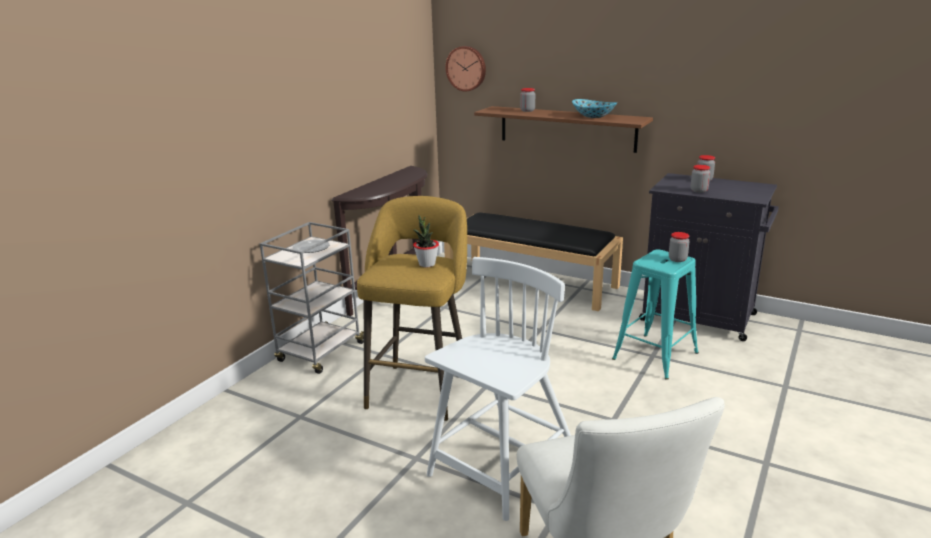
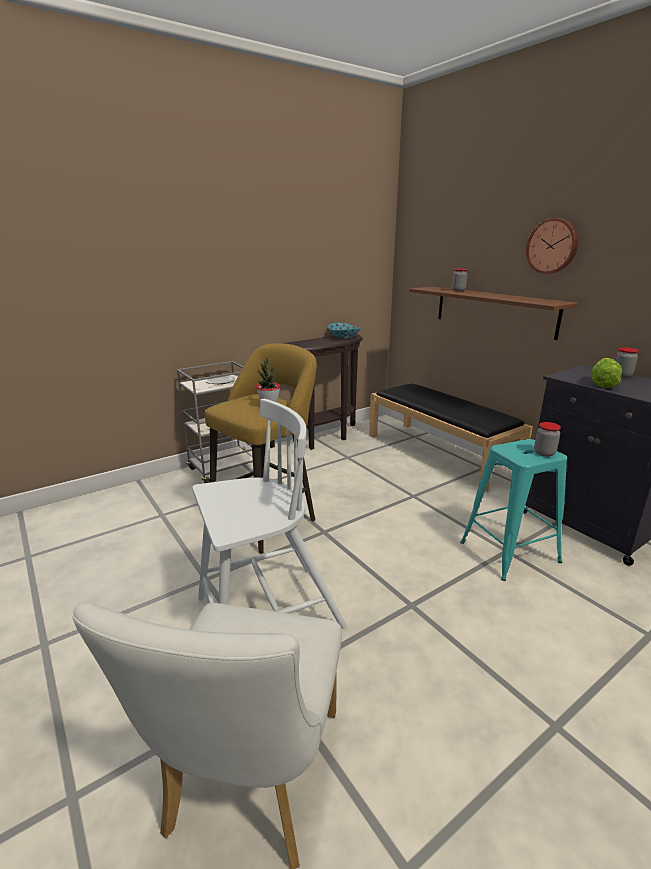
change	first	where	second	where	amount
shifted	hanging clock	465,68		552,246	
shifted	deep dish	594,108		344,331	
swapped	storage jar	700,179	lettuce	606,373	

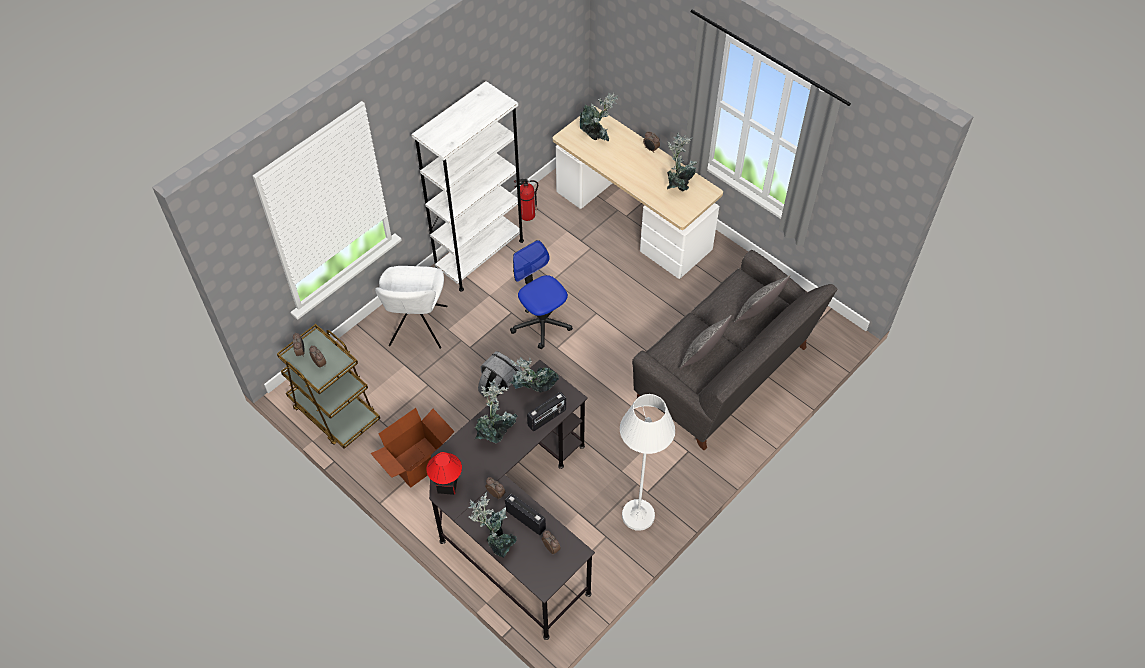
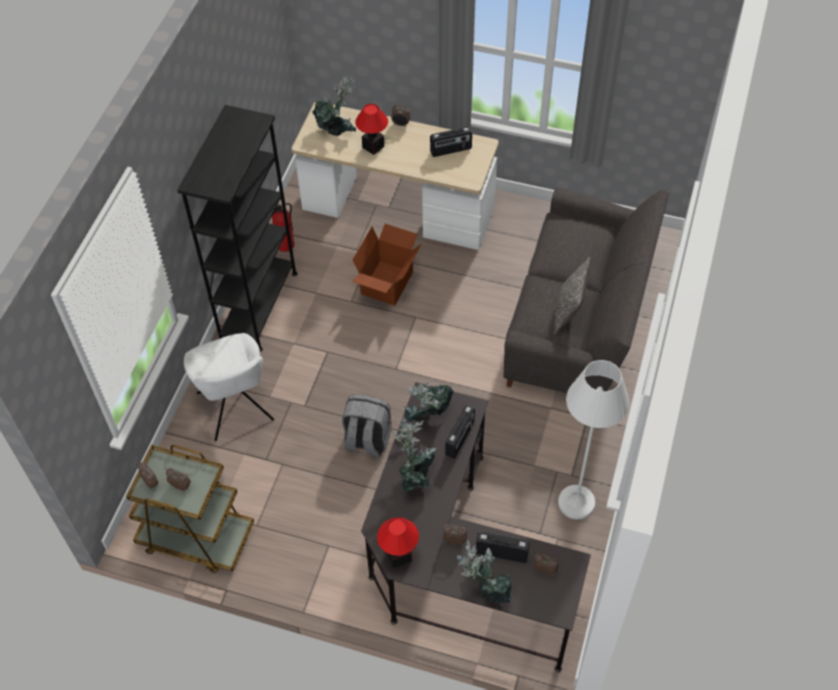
change	first	where	second	where	amount
repainted	white bookshelf	467,186	black bookshelf	237,228	
swapped	plant in a pot	682,161	radio set	451,142	
gone	desk chair	541,294			
gone	cushion	762,299			
shifted	carton	413,447		387,265	
new			lamp for a table	371,129	

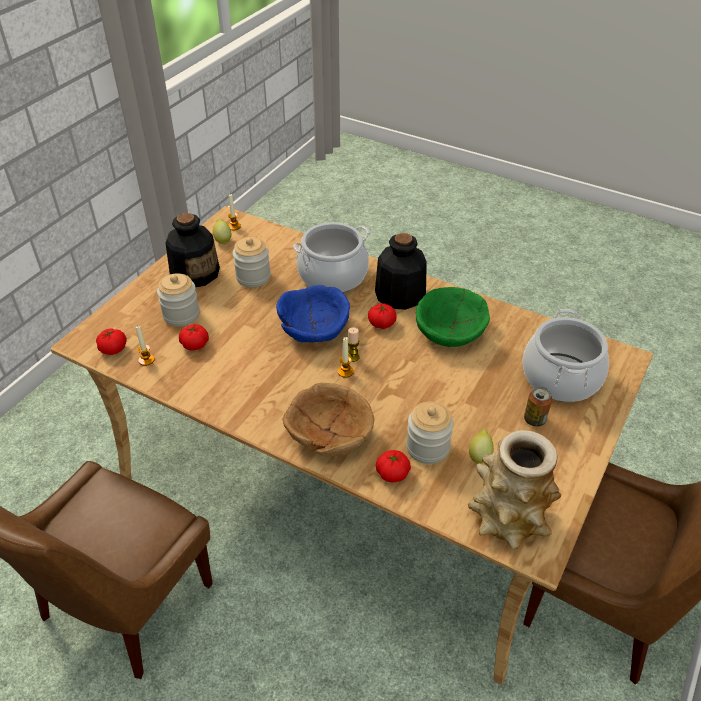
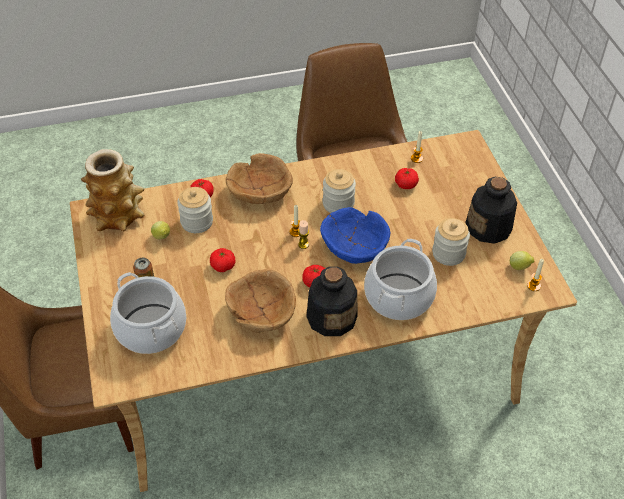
change	first	where	second	where	amount
shifted	storage jar	178,300		339,191	
repainted	greenish deep dish	453,317	brown-coloured deep dish	260,301	
shifted	tomato	111,341		222,260	

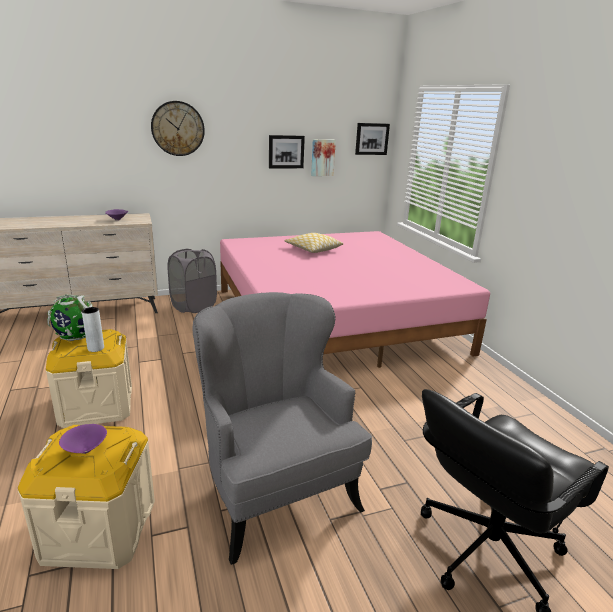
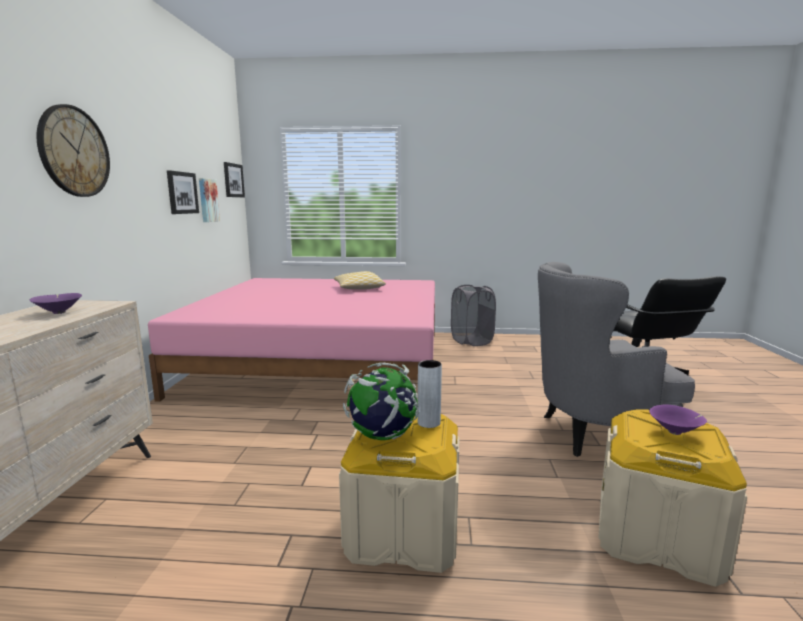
change	first	where	second	where	amount
shifted	cushion	314,243		360,280	
shifted	gray laundry basket	192,281		473,315	

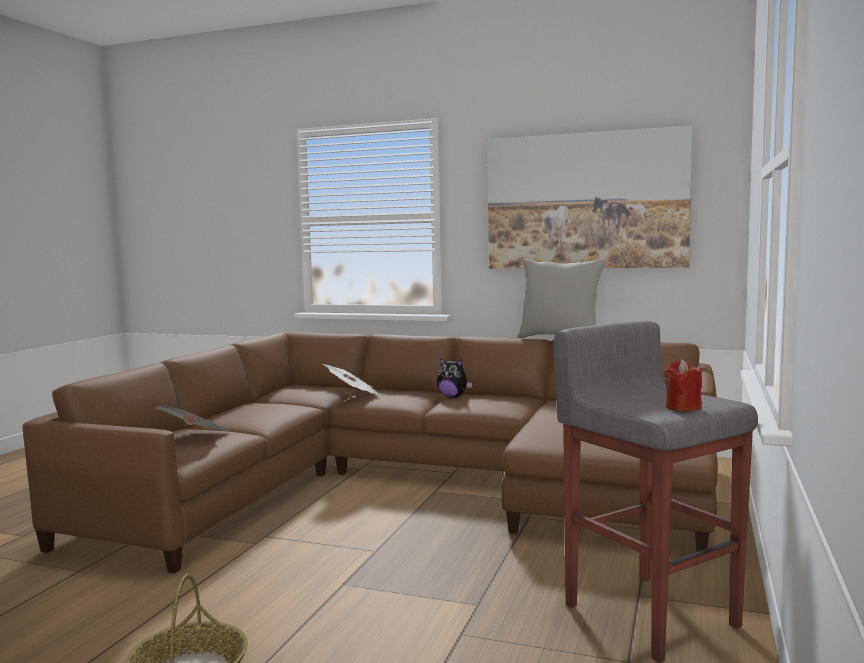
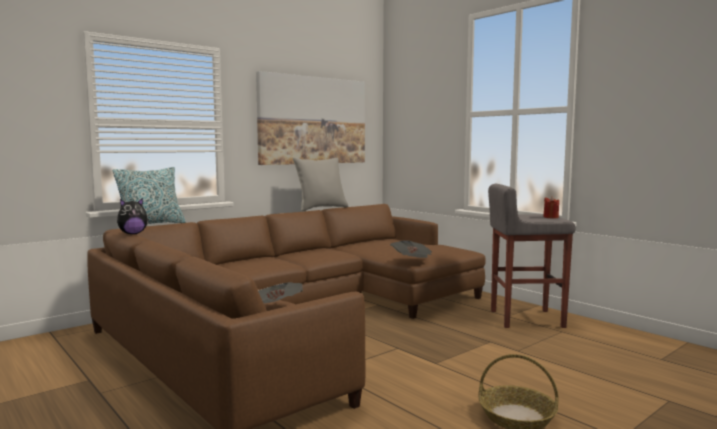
change	first	where	second	where	amount
shifted	plush toy	454,377		132,216	
shifted	daily paper	352,380		411,249	
new			cushion	149,195	

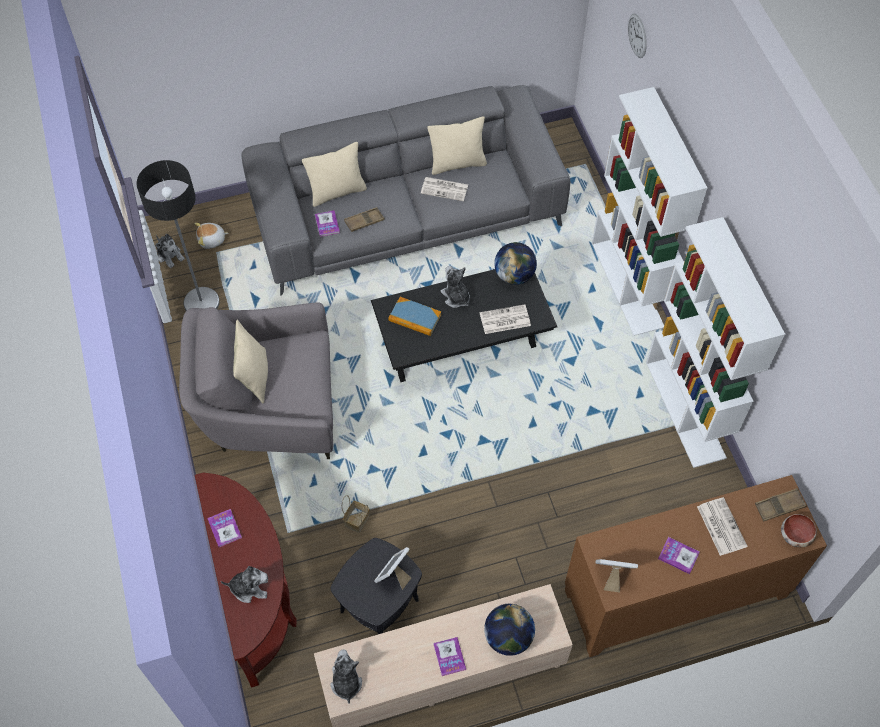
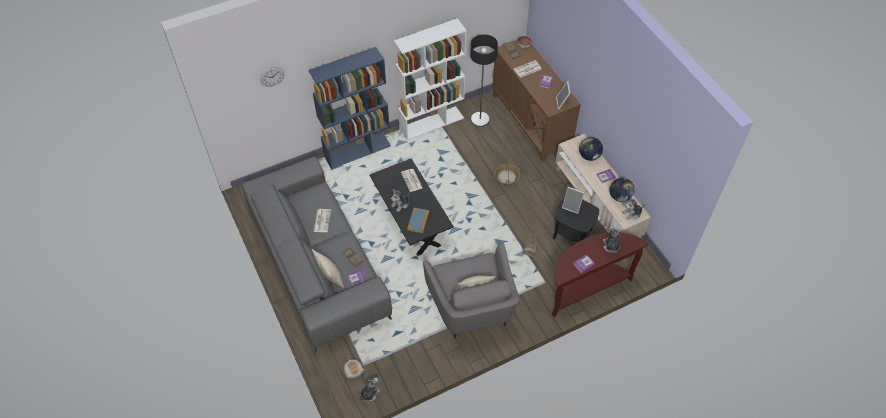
change	first	where	second	where	amount
repainted	white bookshelf	649,211	blue-coloured bookshelf	349,108	
gone	sand-coloured cushion	457,146			
shifted	standing lamp	178,235		484,80	
shifted	globe	515,263		622,190	
new			household basket	507,172	

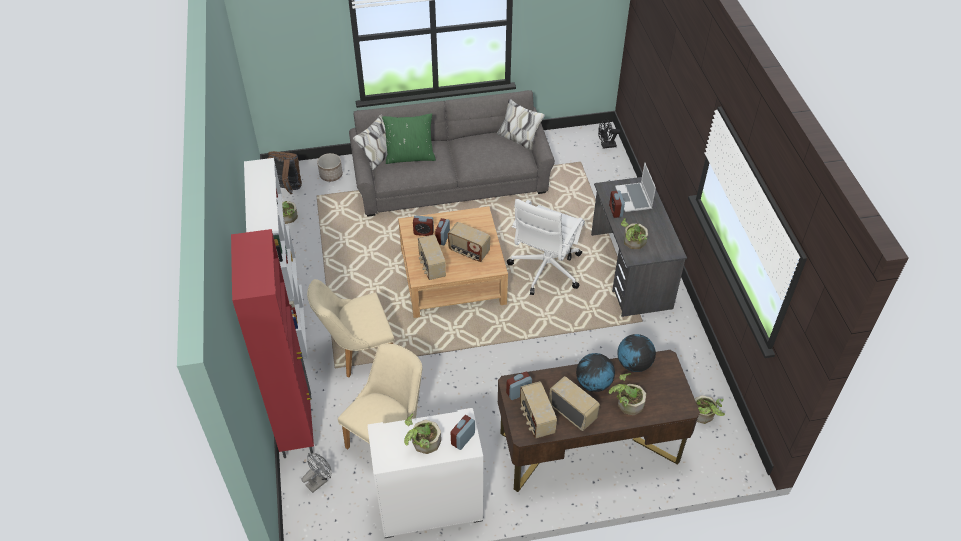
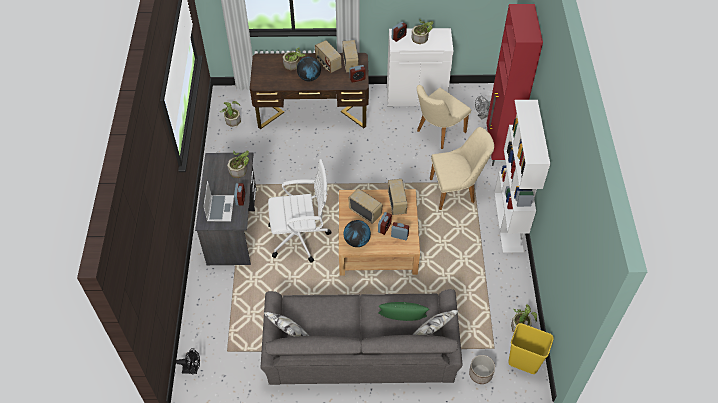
change	first	where	second	where	amount
swapped	brown-coloured backpack	284,172	yellow-coloured waste bin	531,348	
rotated	white desk chair	546,247		300,210	45 degrees clockwise
shifted	globe	636,353		357,233	

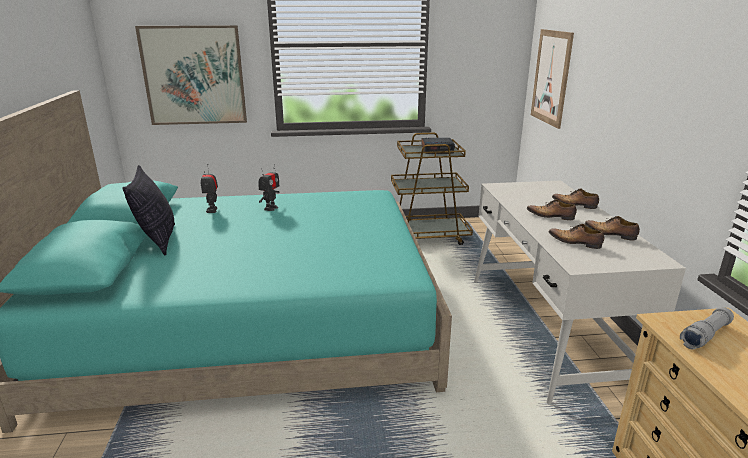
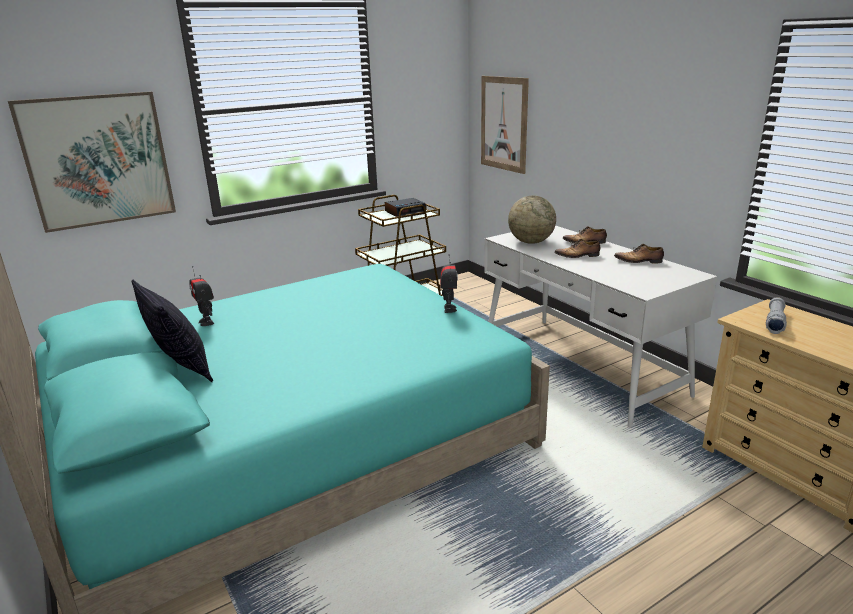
change	first	where	second	where	amount
shifted	toy robot	269,187		449,283	
gone	low shoe	576,236			
new			globe	532,220	

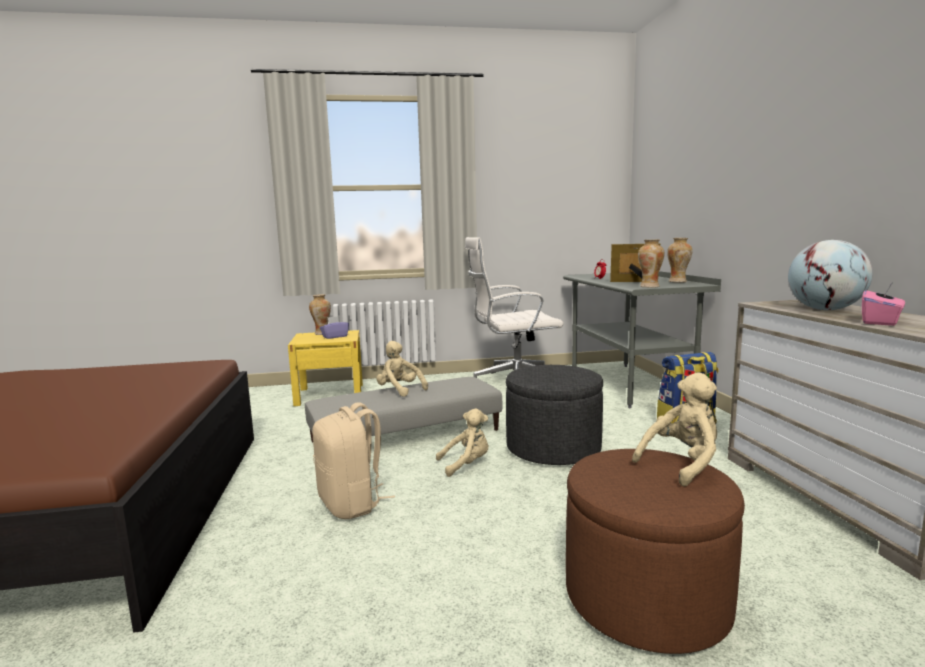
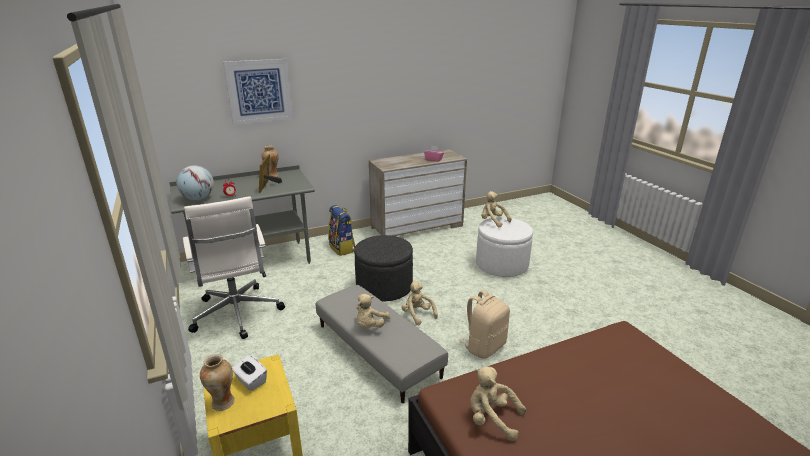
change	first	where	second	where	amount
gone	vase	651,264			
shifted	globe	830,275		195,183	
repainted	purple box of tissues	334,327	white box of tissues	249,373	
repainted	brown-coloured pouffe	655,551	white pouffe	504,247	
new			wall picture	258,92	
new			sand-coloured plush toy	498,403	

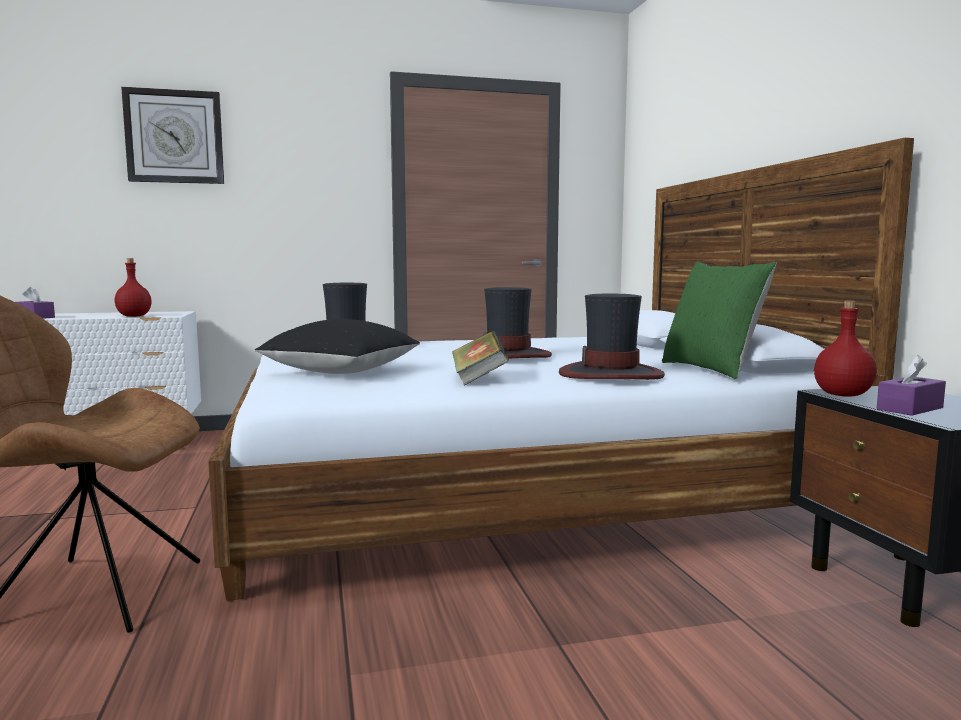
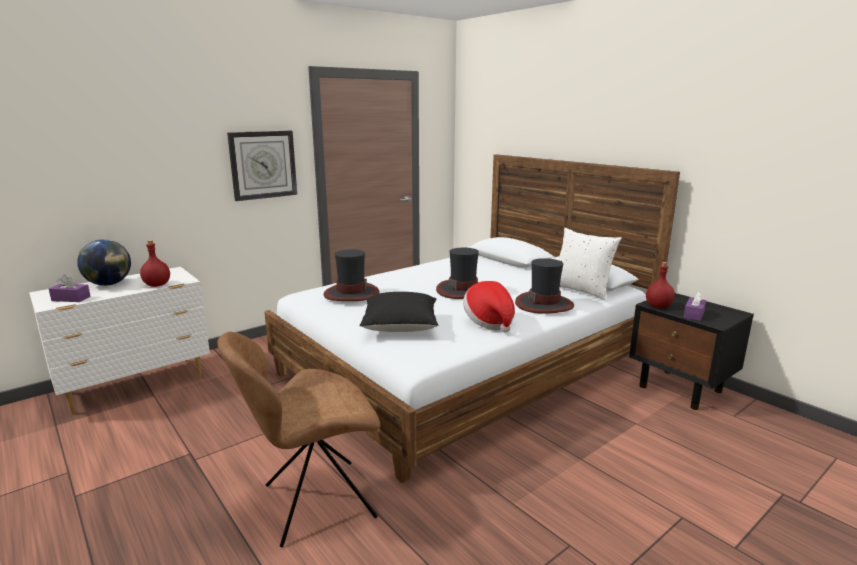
change	first	where	second	where	amount
shifted	hanging clock	172,135		262,166	
repainted	greenish cushion	719,321	white cushion	590,264	
swapped	volume	480,358	hat	489,307	
new			globe	104,262	

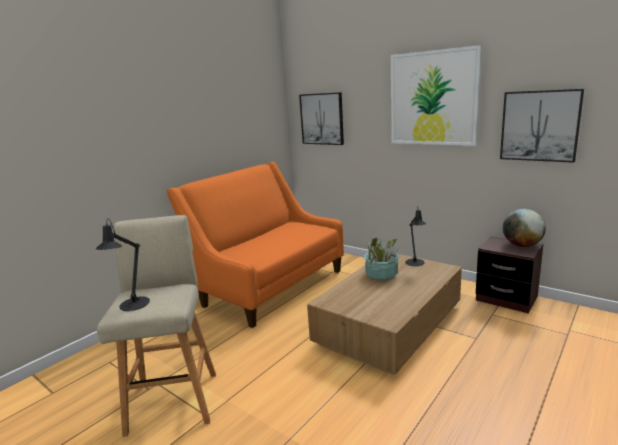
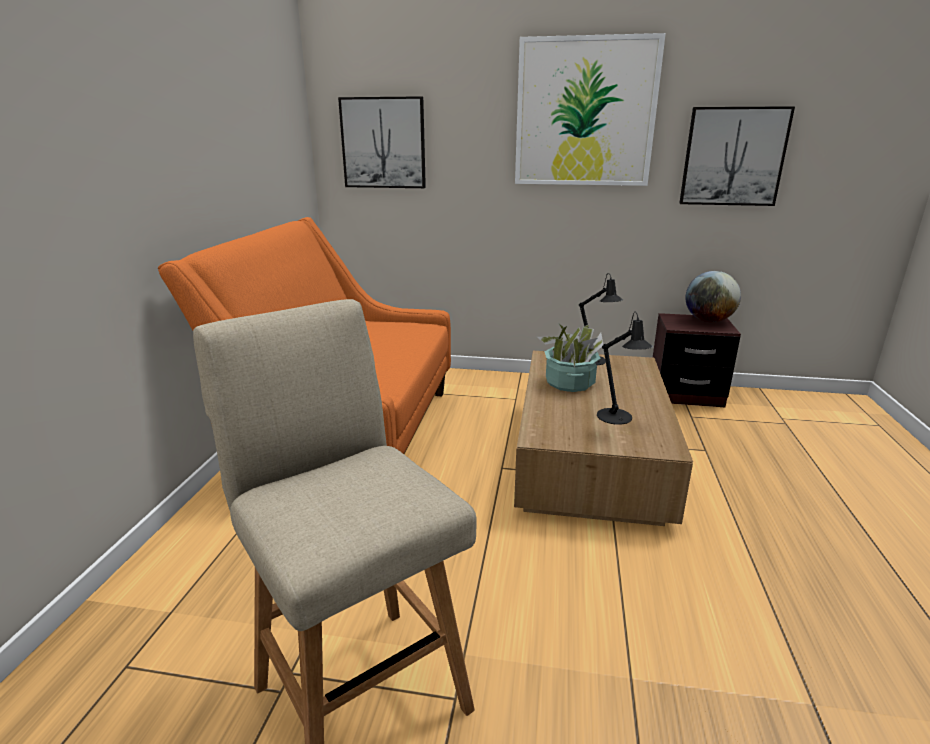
change	first	where	second	where	amount
shifted	black lamp for a table	123,264		625,368	

